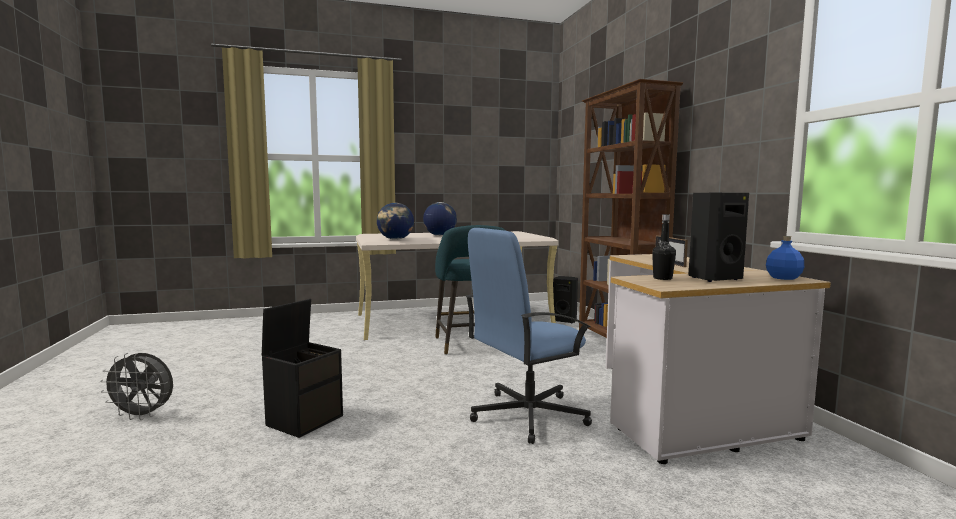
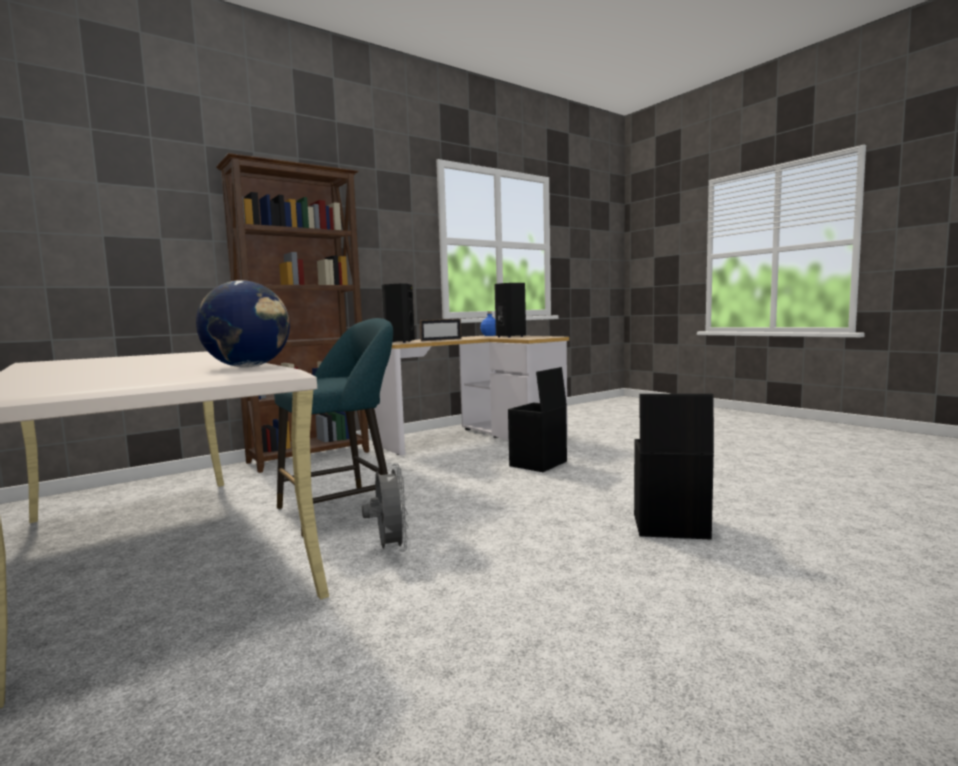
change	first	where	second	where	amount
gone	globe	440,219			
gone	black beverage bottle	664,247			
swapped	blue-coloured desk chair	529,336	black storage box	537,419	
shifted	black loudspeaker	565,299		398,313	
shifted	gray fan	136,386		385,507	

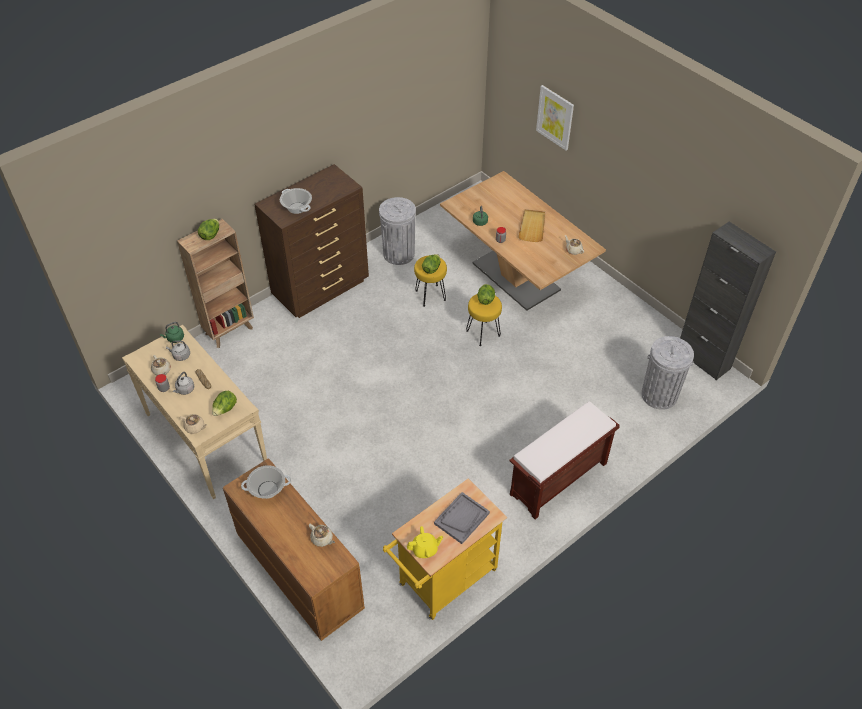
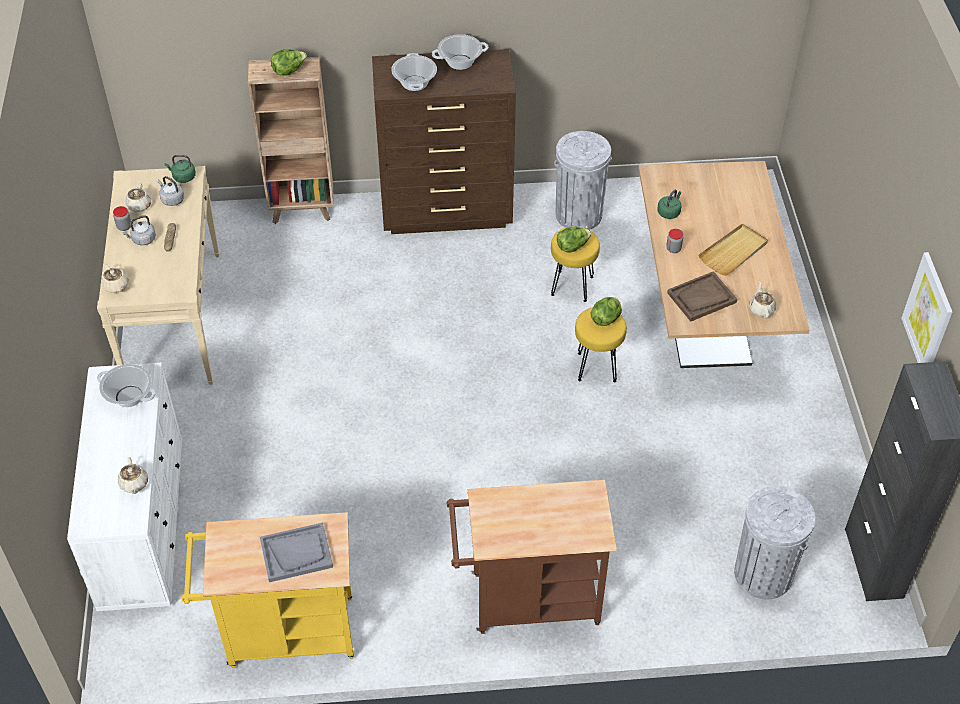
change	first	where	second	where	amount
shifted	wall picture	555,117		926,307	
gone	lettuce	224,403			
swapped	brown-coloured indoor bench	564,460	brown-coloured wheeled cart	532,557	
repainted	brown-coloured drawer chest	294,549	white drawer chest	124,487	
gone	yellow-coloured tea pot	425,542			
new			stockpot	460,52	
new			brown-coloured serving tray	702,296	

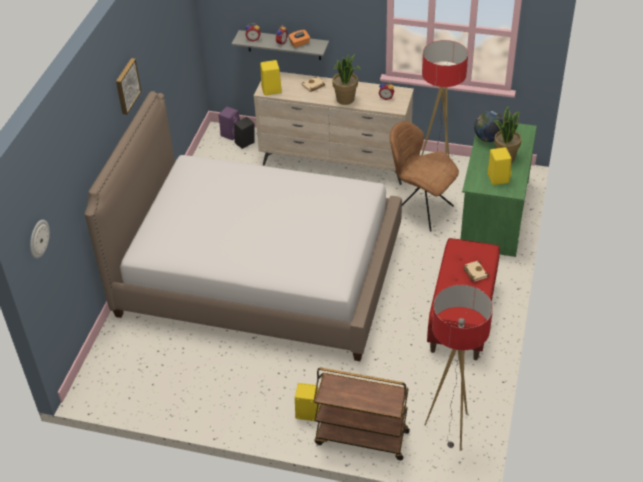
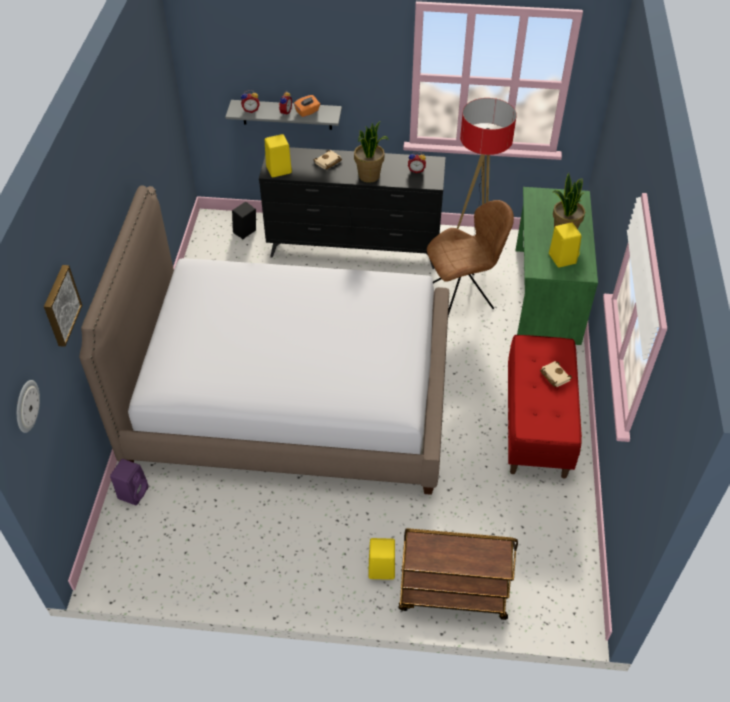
change	first	where	second	where	amount
shifted	wall picture	129,86		63,306	
repainted	sand-coloured drawer chest	334,128	black drawer chest	352,208	
shifted	purple loudspeaker	229,123		129,482	
gone	globe	488,126			
rotated	brown-coloured upright chair	424,176		470,258	135 degrees clockwise
gone	standing lamp	458,368			

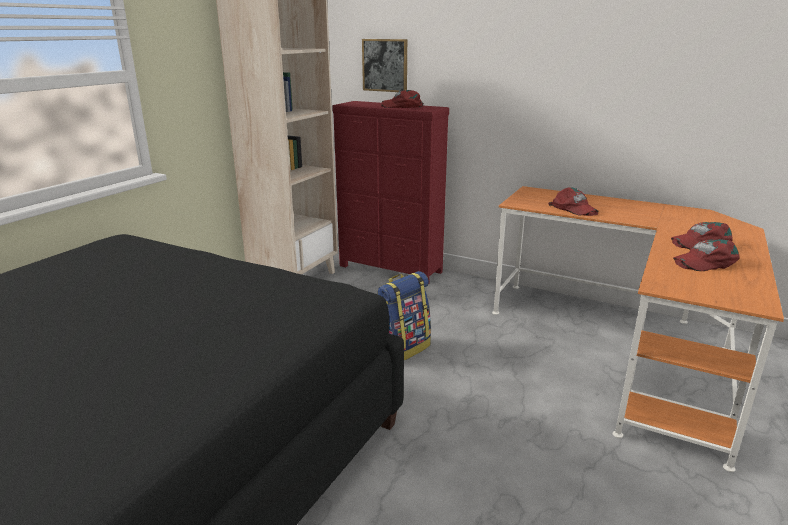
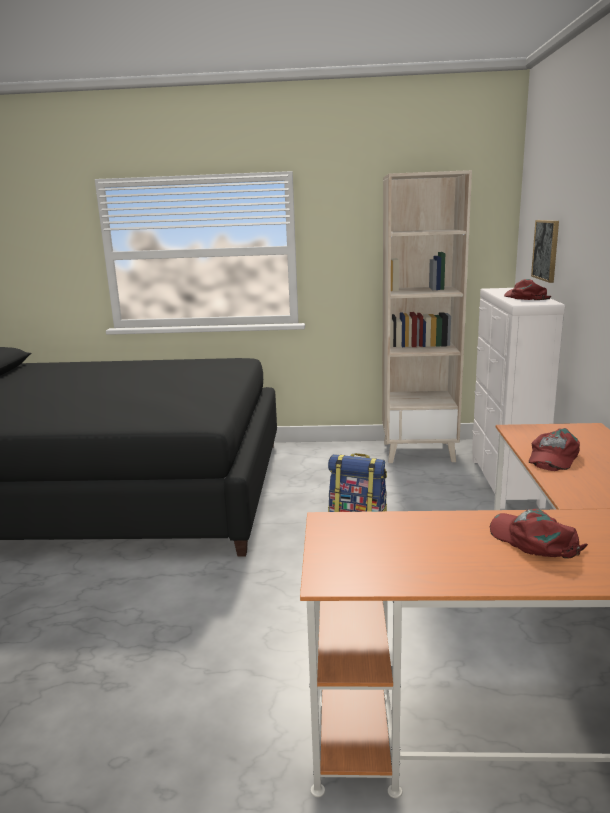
change	first	where	second	where	amount
repainted	reddish drawer chest	390,193	white drawer chest	518,398	
gone	reddish baseball cap	706,255			

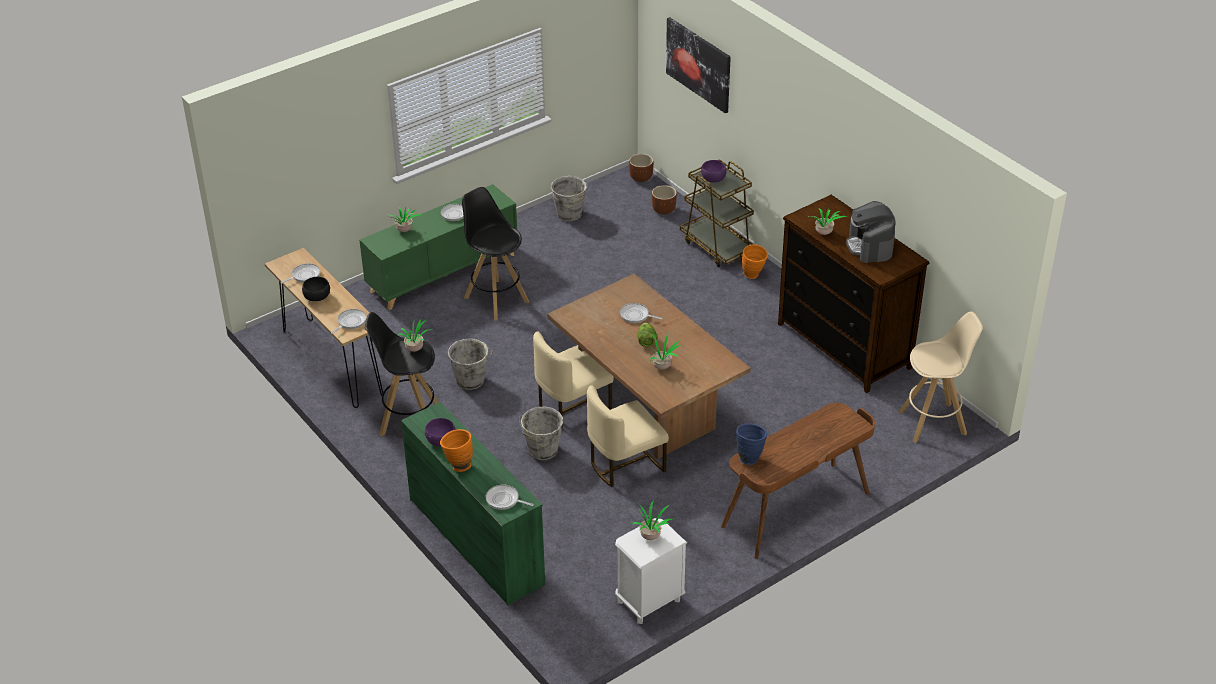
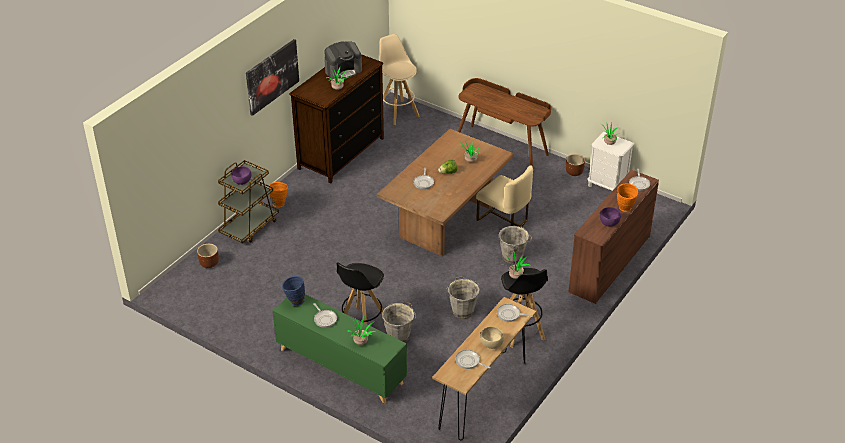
change	first	where	second	where	amount
shifted	wall picture	698,65		272,77	
shifted	brown-coloured planter	641,168		575,165	
shifted	gray bucket	569,198		399,322	
repainted	black deep dish	316,289	sand-coloured deep dish	492,337	
gone	sand-coloured upright chair	573,379			
repainted	greenish drawer chest	473,503	brown-coloured drawer chest	613,237	
shifted	blue-coloured vase	751,444		293,291	

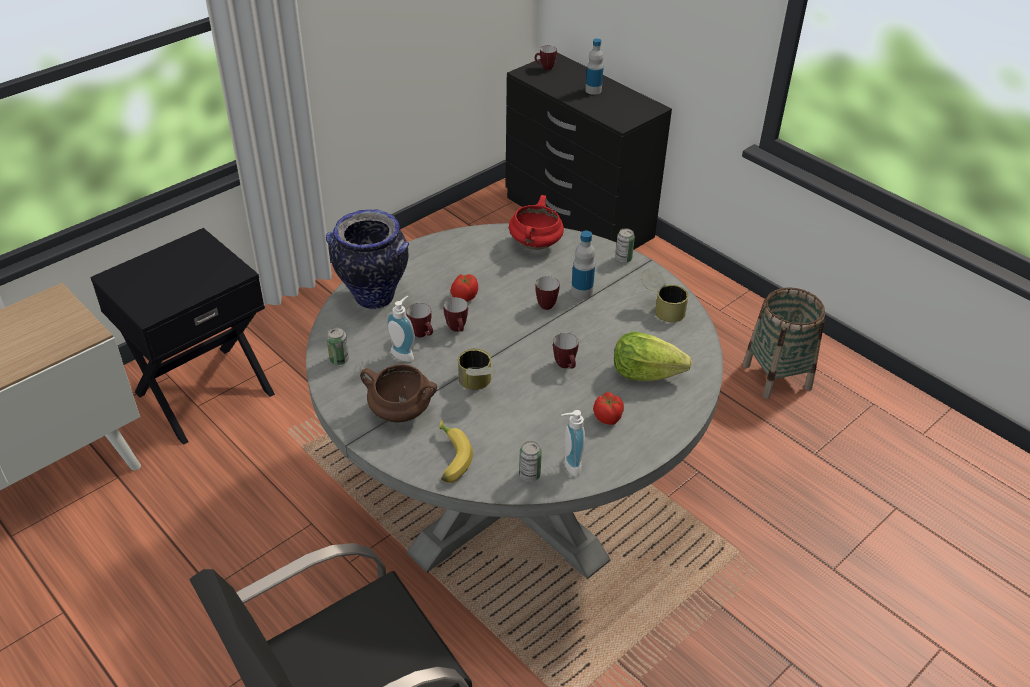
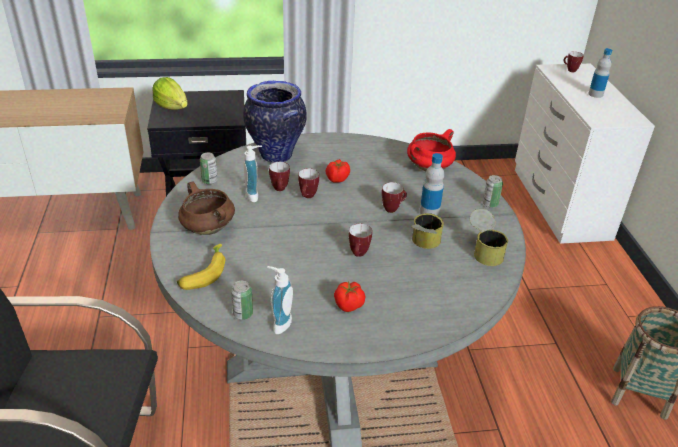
change	first	where	second	where	amount
repainted	black drawer chest	588,151	white drawer chest	585,154	
shifted	lettuce	653,356		170,93	
shifted	can	477,369		427,231	

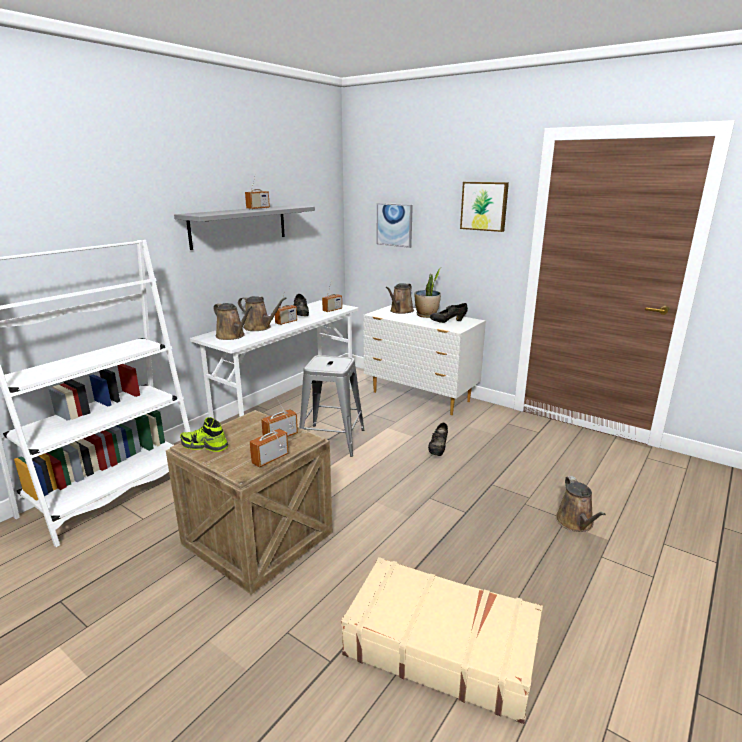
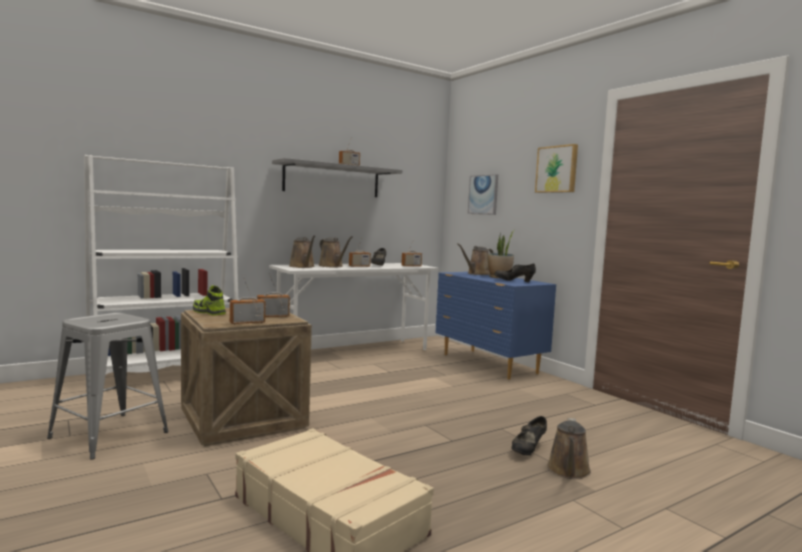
change	first	where	second	where	amount
repainted	white drawer chest	424,360	blue-coloured drawer chest	495,326	
shifted	gray sitting stool	331,406		108,386	
shifted	black low shoe	438,439		529,436	

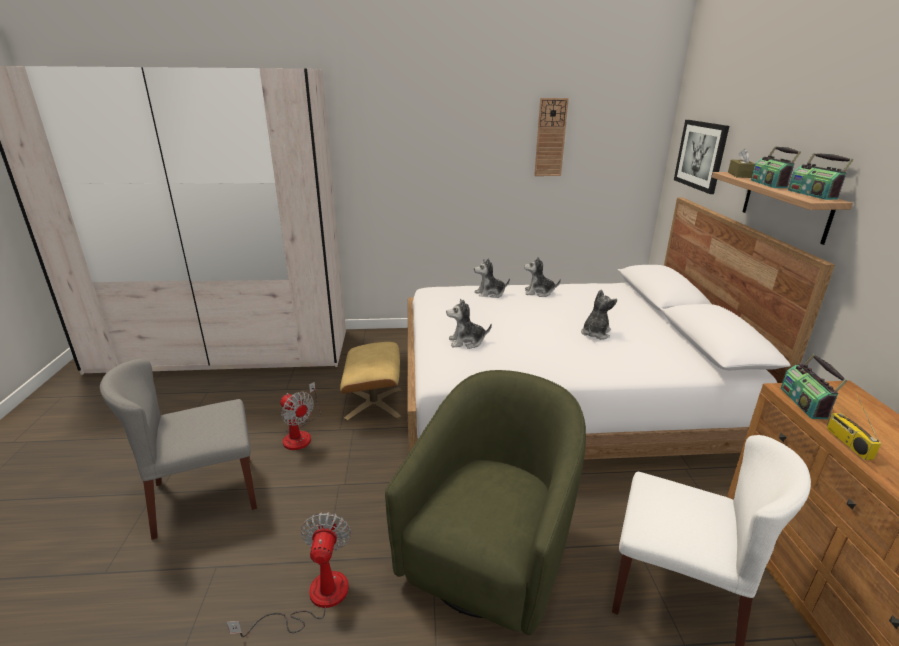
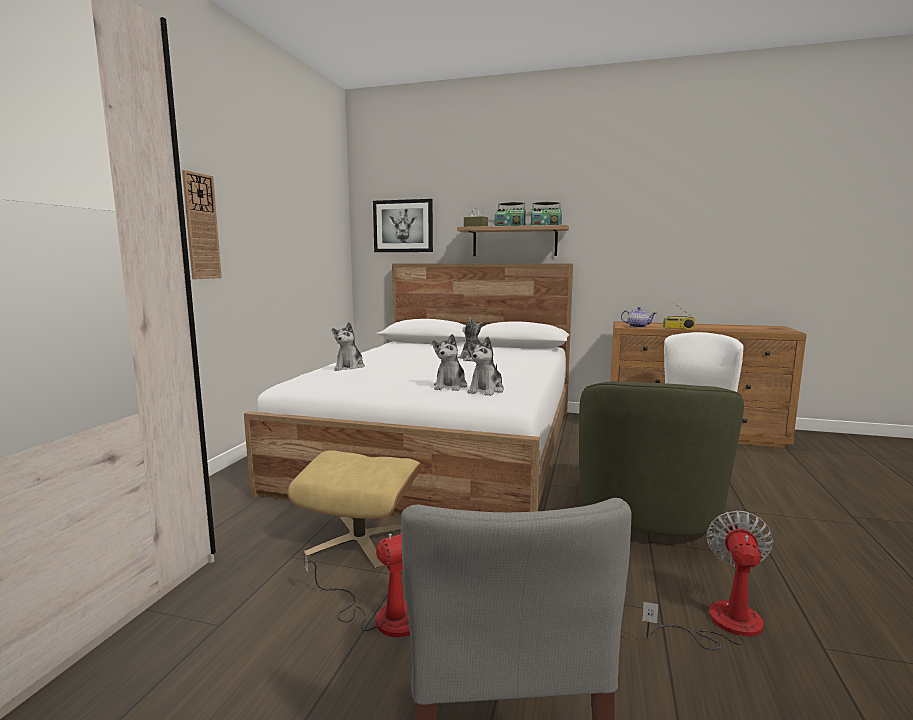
change	first	where	second	where	amount
shifted	hanging clock	551,137		202,224	
shifted	plush toy	542,276		485,366	
swapped	radio set	814,386	tea pot	638,317	
rotated	greenish easy chair	485,502		661,458	120 degrees counterclockwise
rotated	fan	289,574		708,580	90 degrees clockwise

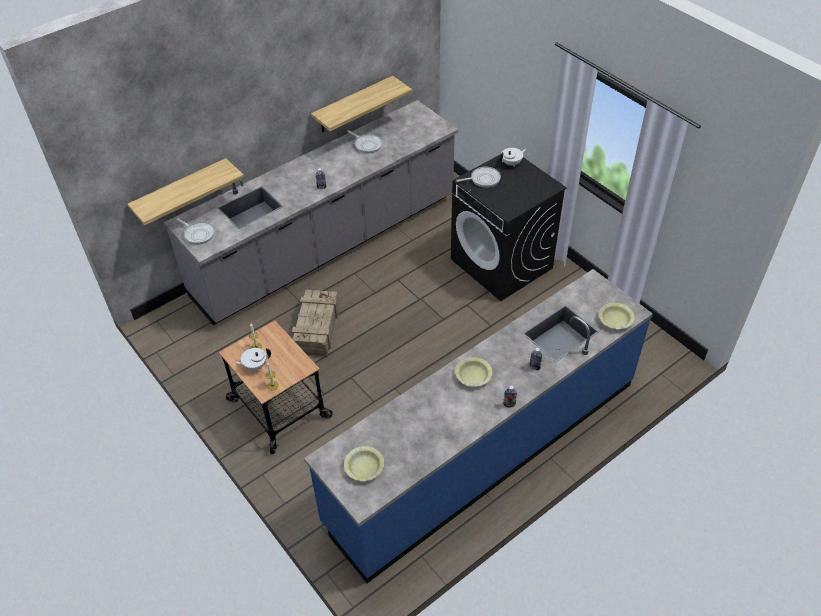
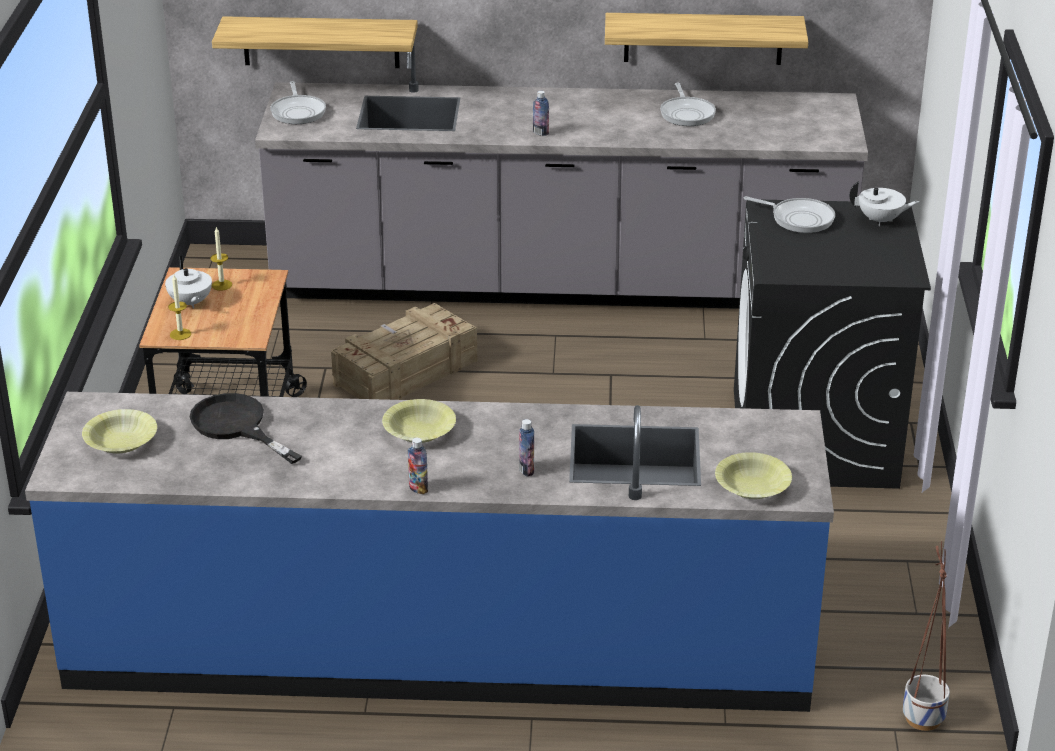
change	first	where	second	where	amount
rotated	white tea pot	252,359		188,282	135 degrees counterclockwise
new			black skillet	246,428	
new			planter	926,636	

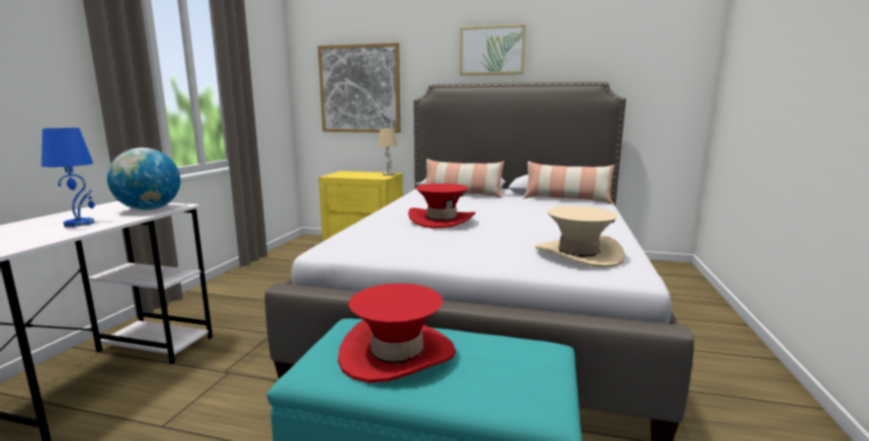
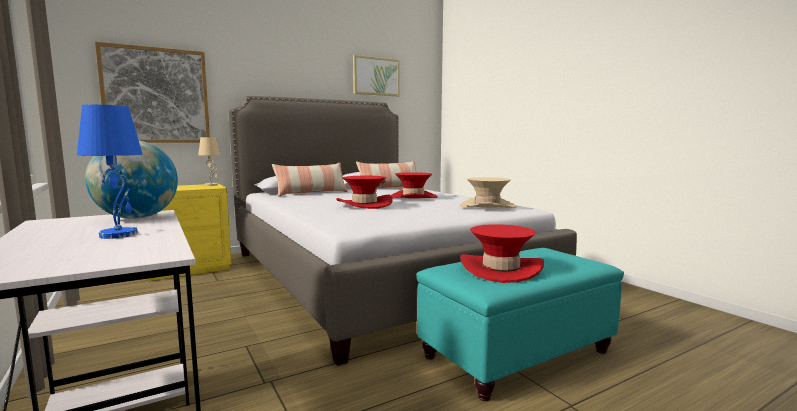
change	first	where	second	where	amount
shifted	wall picture	493,49		376,75	
new			reddish hat	414,185	

